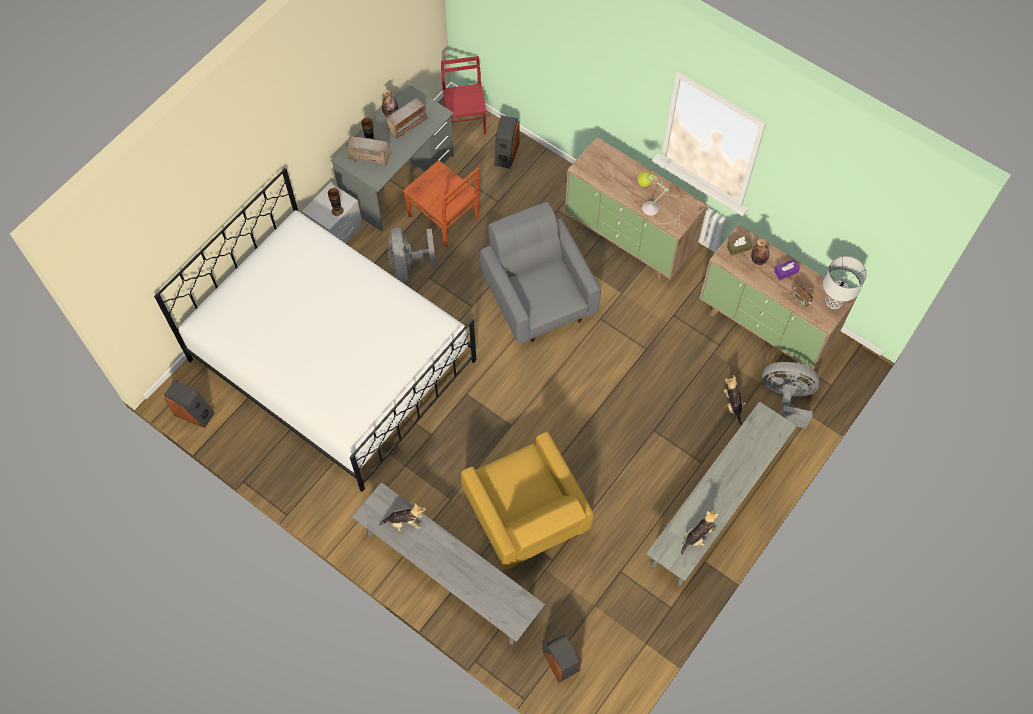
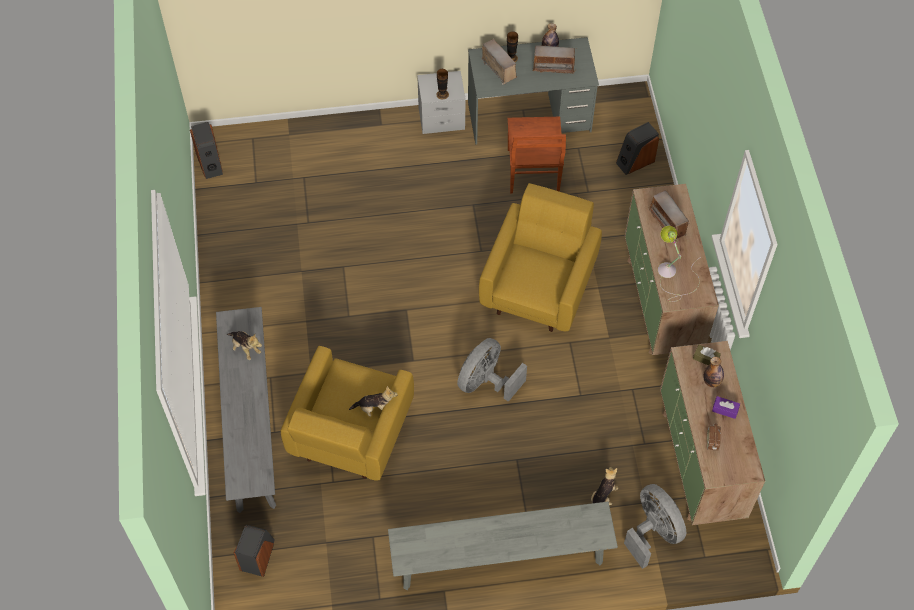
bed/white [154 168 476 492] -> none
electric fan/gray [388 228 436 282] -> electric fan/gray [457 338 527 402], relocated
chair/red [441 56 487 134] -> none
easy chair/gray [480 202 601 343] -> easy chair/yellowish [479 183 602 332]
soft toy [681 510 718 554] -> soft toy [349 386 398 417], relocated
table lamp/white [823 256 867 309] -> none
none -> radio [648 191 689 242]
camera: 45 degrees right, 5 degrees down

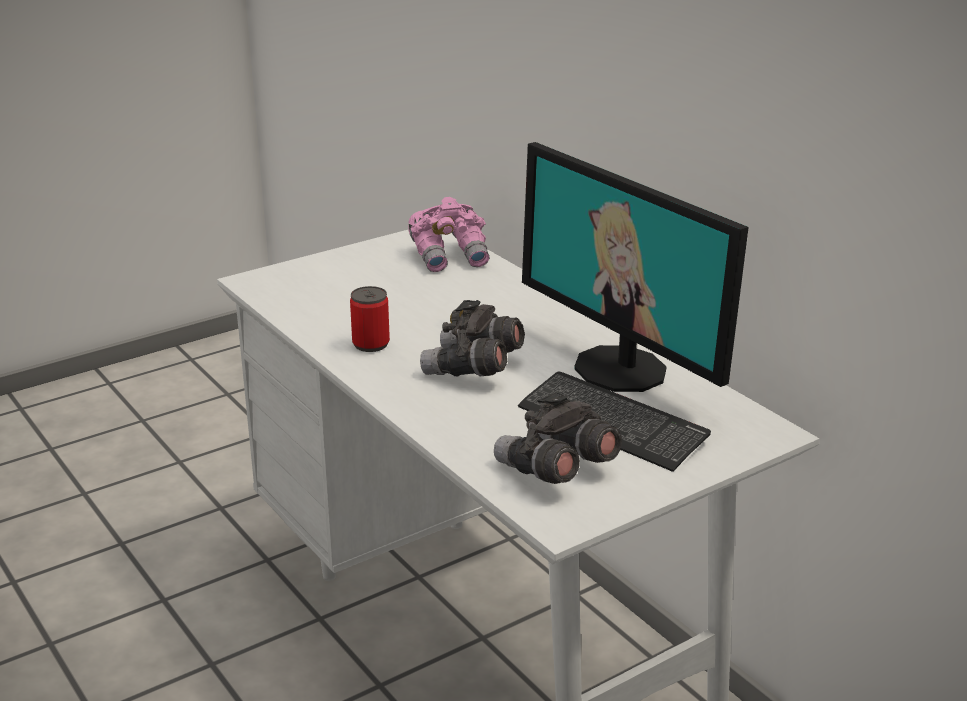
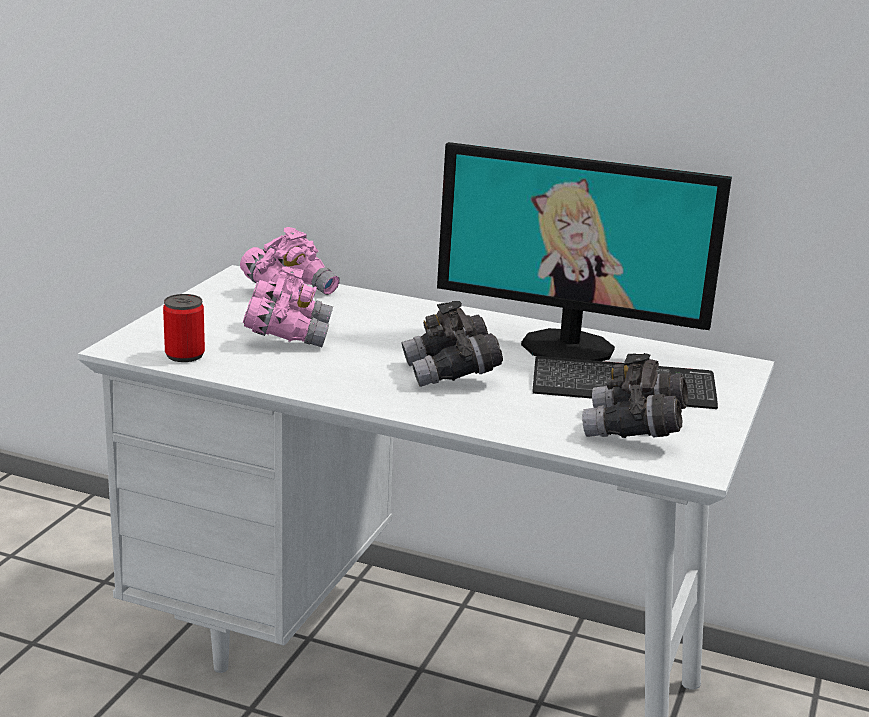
sealed can [350 286 390 352] -> sealed can [163 294 205 362], relocated
none -> binoculars/pinkish [243 267 333 347]
camera: 35 degrees left, 5 degrees down

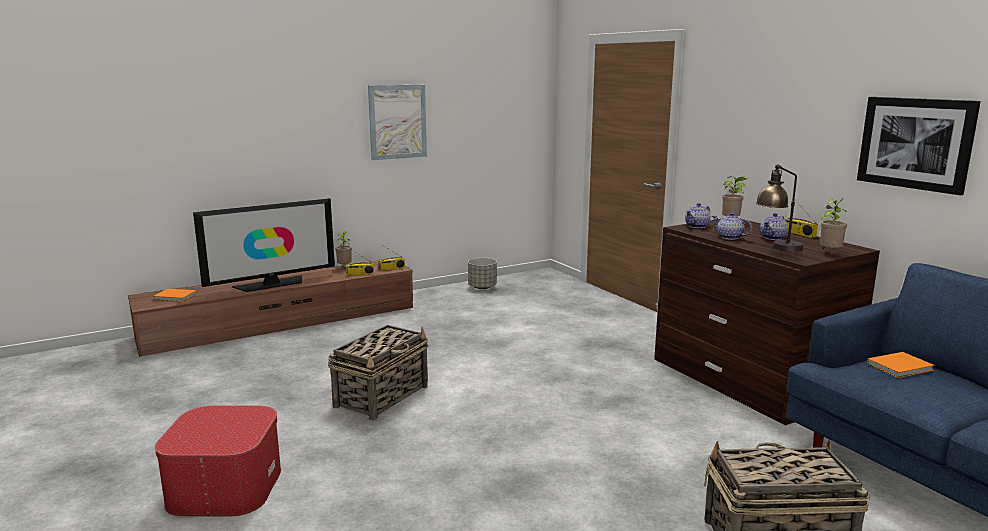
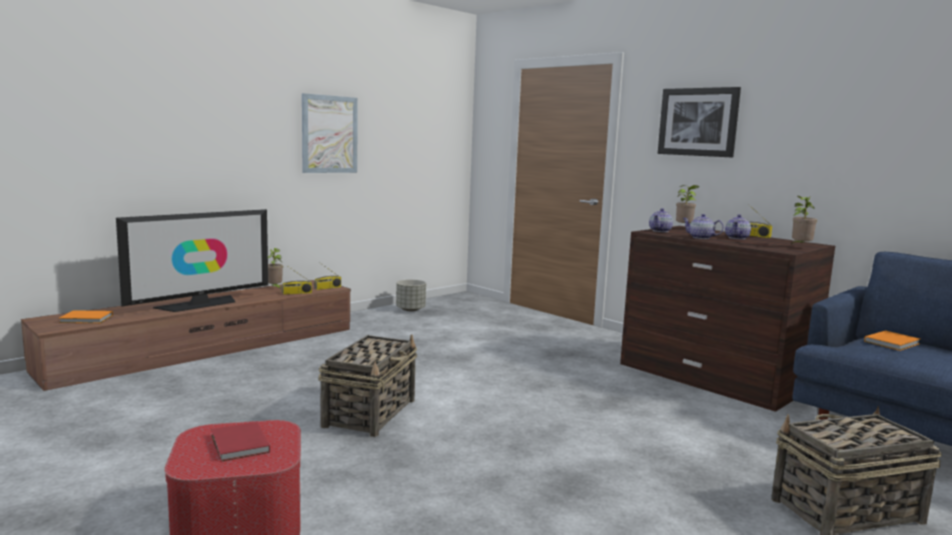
table lamp [755 164 804 251] -> none
wall picture [857 97 981 195] -> wall picture [658 87 741 158], relocated
none -> volume/red [211 422 270 462]
camera: 15 degrees left, 5 degrees down

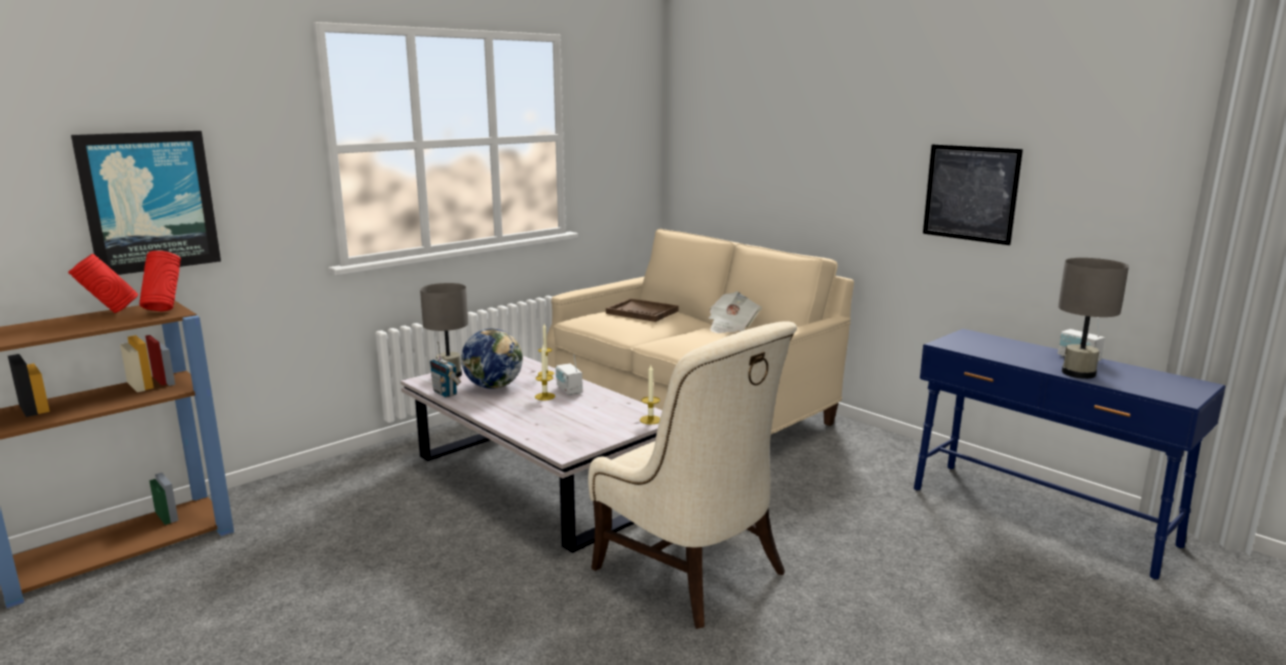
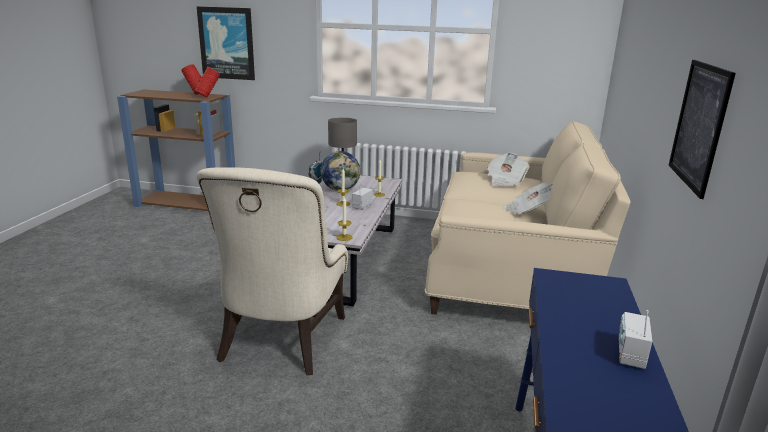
serving tray/brown-coloured [606 298 679 322] -> daily paper [487 153 530 187]
table lamp/gray [1058 258 1129 379] -> none
camera: 55 degrees right, 5 degrees up

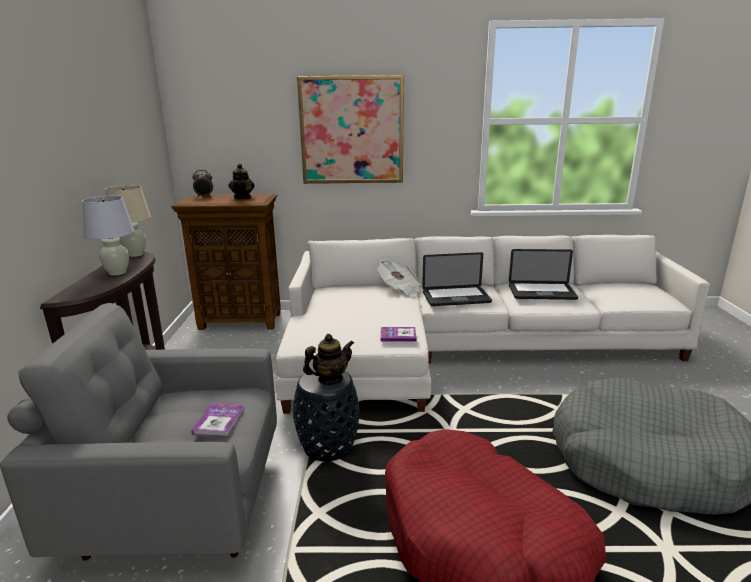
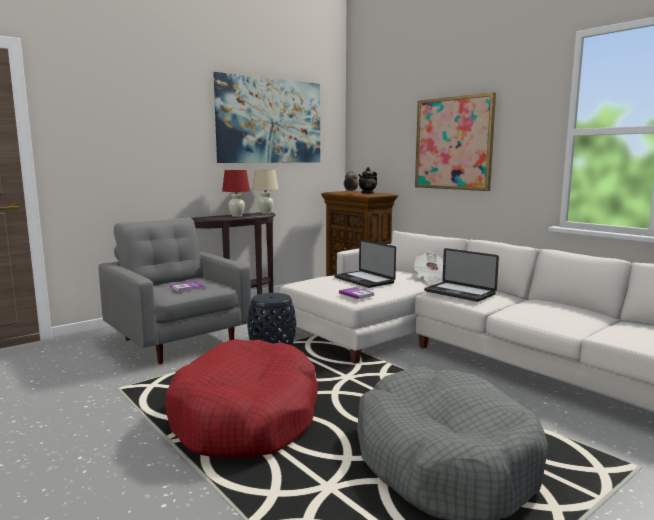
table lamp/white [82 196 135 275] -> table lamp/red [222 170 250 217]
tea pot [303 334 354 385] -> none
notebook computer [509 249 578 300] -> notebook computer [334 239 396 288], relocated
none -> wall picture [213 72 320 163]
camera: 50 degrees right, 10 degrees down

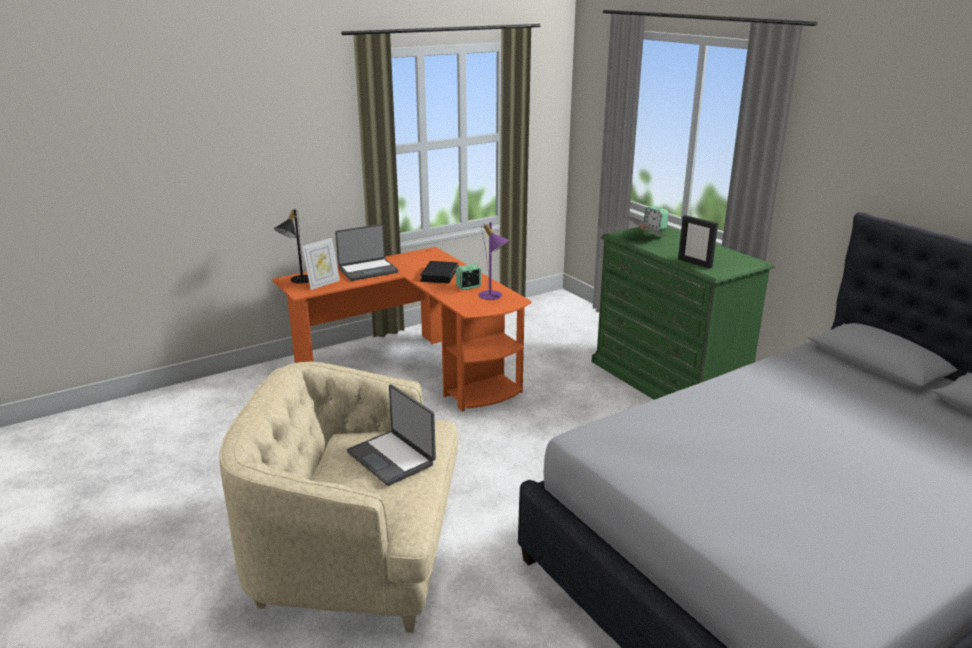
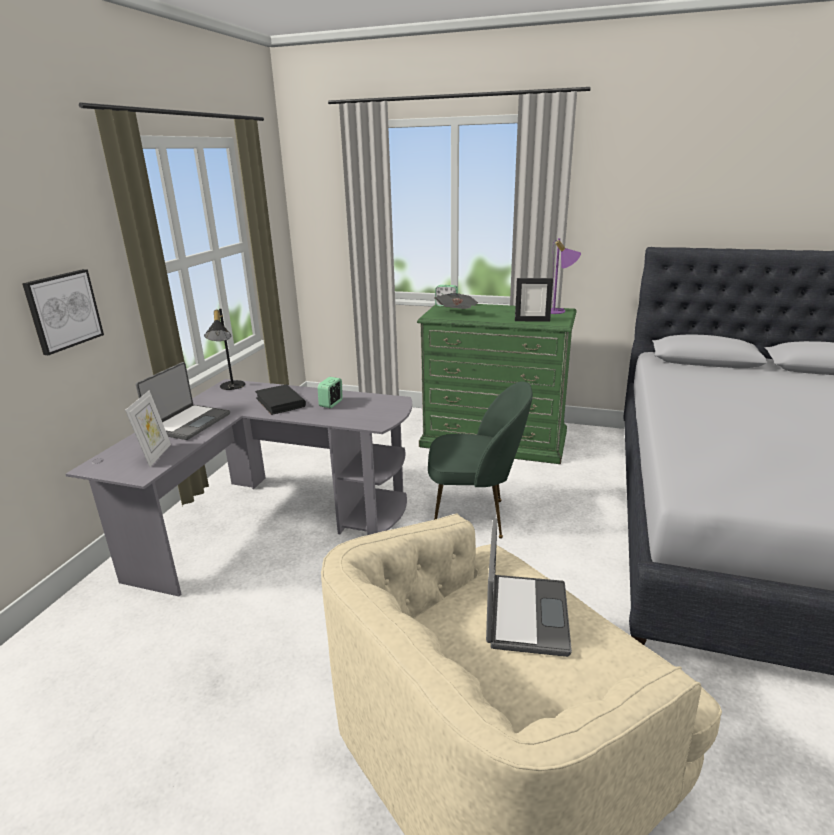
desk unit/orange-coloured [272 247 531 412] -> desk unit/gray [66 379 412 597]
table lamp/blackish [274 209 309 284] -> table lamp/blackish [204 308 245 390], relocated
notebook computer [347 384 436 486] -> notebook computer [486 518 572 657], 90 degrees counterclockwise
table lamp/purplish [478 222 510 300] -> table lamp/purplish [551 238 581 314], relocated
none -> wall picture [22 269 104 355]
none -> chair/greenish [428 382 533 539]
camera: 40 degrees left, 0 degrees up

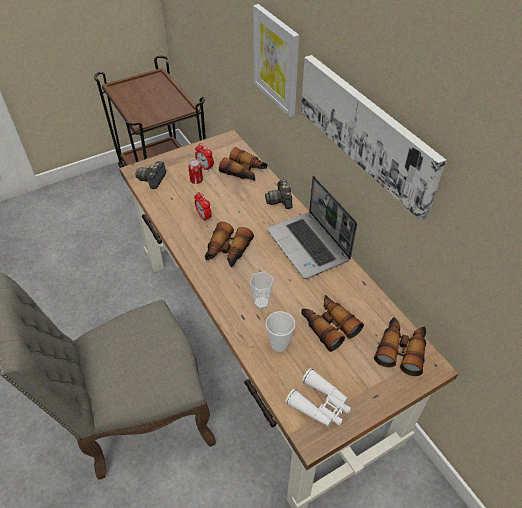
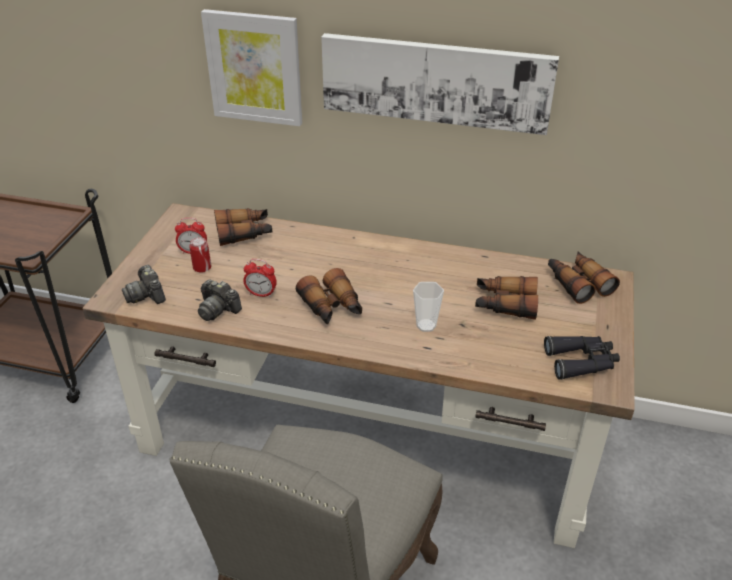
still camera [265 179 292 209] -> still camera [198 279 242 321], relocated
cup [266 311 295 352] -> none
notebook computer [267 175 357 279] -> none
binoculars/white [285 368 351 427] -> binoculars/blackish [544 336 620 380]
camera: 45 degrees left, 10 degrees down

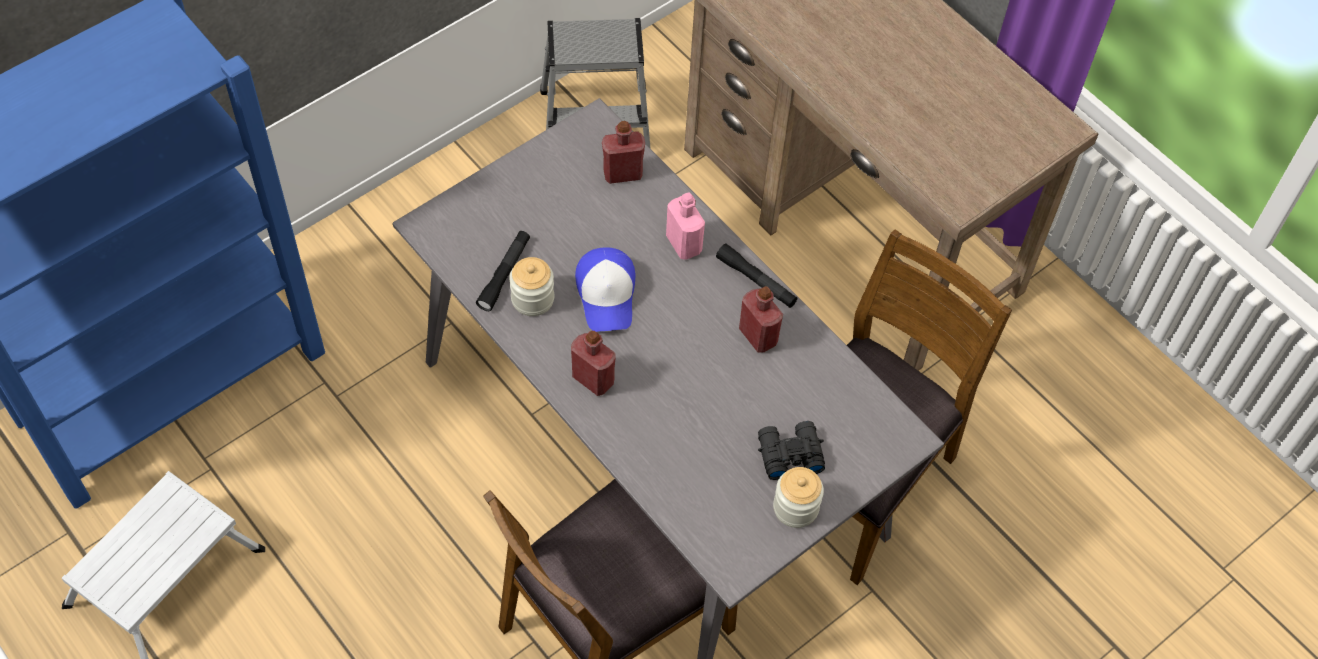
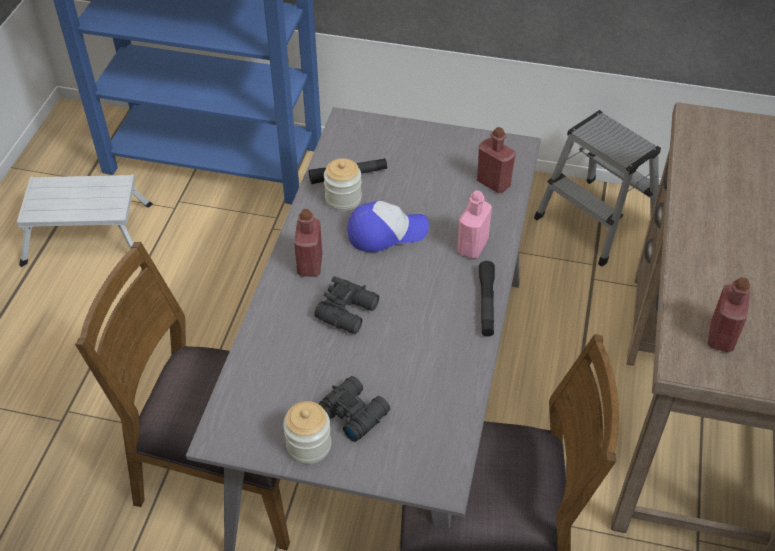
peaked cap [575 247 635 332] -> peaked cap [347 200 429 252], 150 degrees counterclockwise
drink bottle/red [739 286 783 353] -> drink bottle/red [707 277 751 352], relocated
none -> binoculars/blackish [314 276 379 334]
camera: 55 degrees right, 10 degrees down

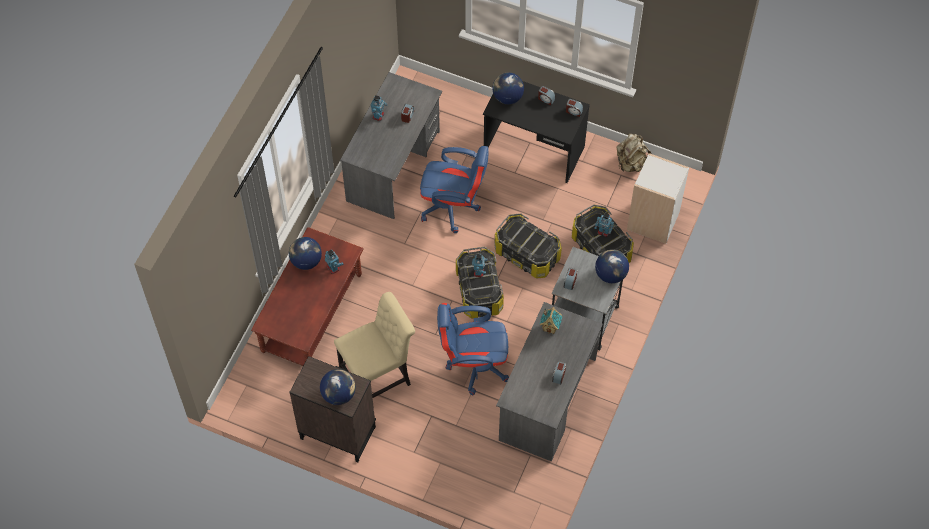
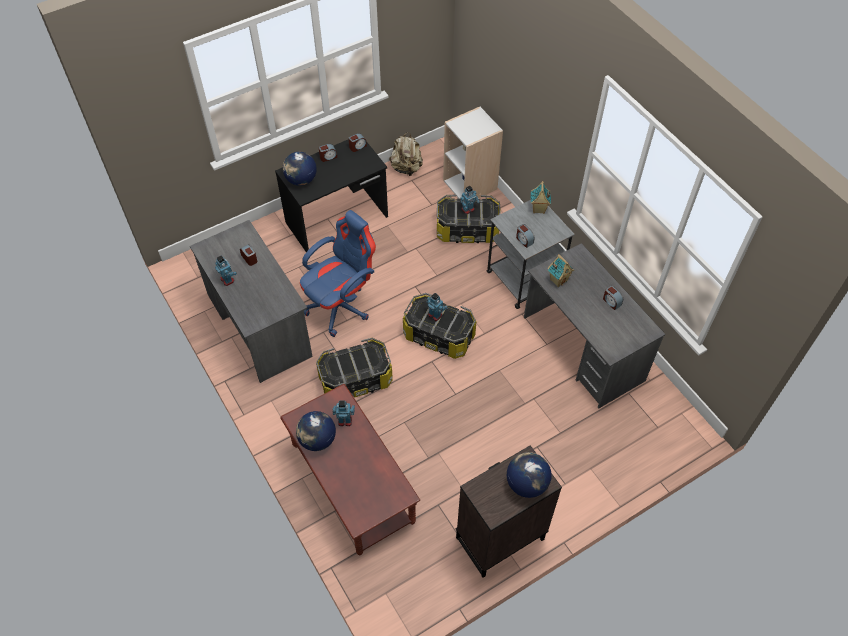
chair/beige-coloured [334 292 415 398] -> none
computer chair/bluish [437 303 509 395] -> none
storage container [494 213 562 279] -> storage container [316 338 393 397], relocated
world globe [595 250 629 283] -> miniature house [530 181 551 214]
camera: 55 degrees left, 5 degrees down

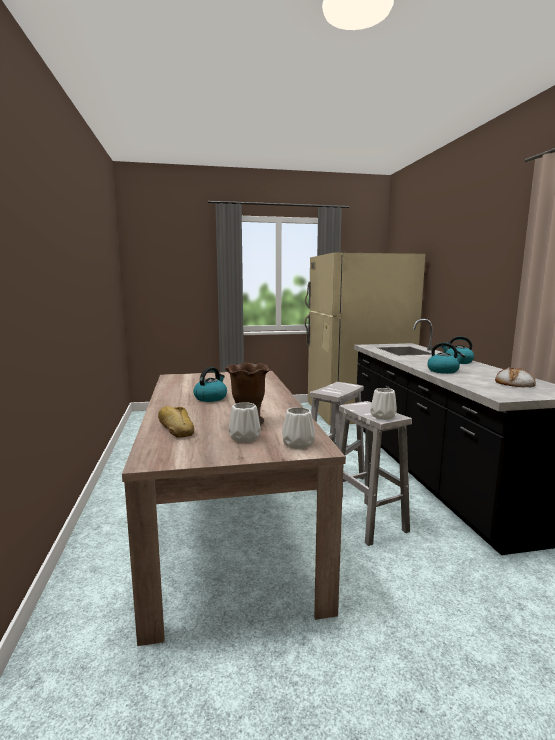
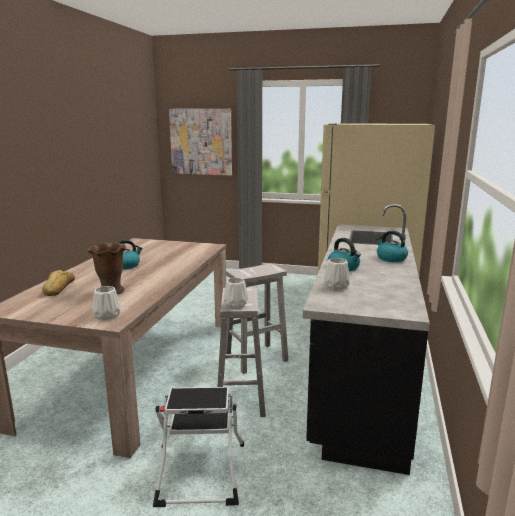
decorative vase/white [228 402 261 443] -> decorative vase/white [324 258 350 290], relocated
baked bread [495 367 536 388] -> none
none -> stepladder [153 387 244 507]
none -> wall picture [169 109 232 176]
camera: 25 degrees right, 5 degrees up

